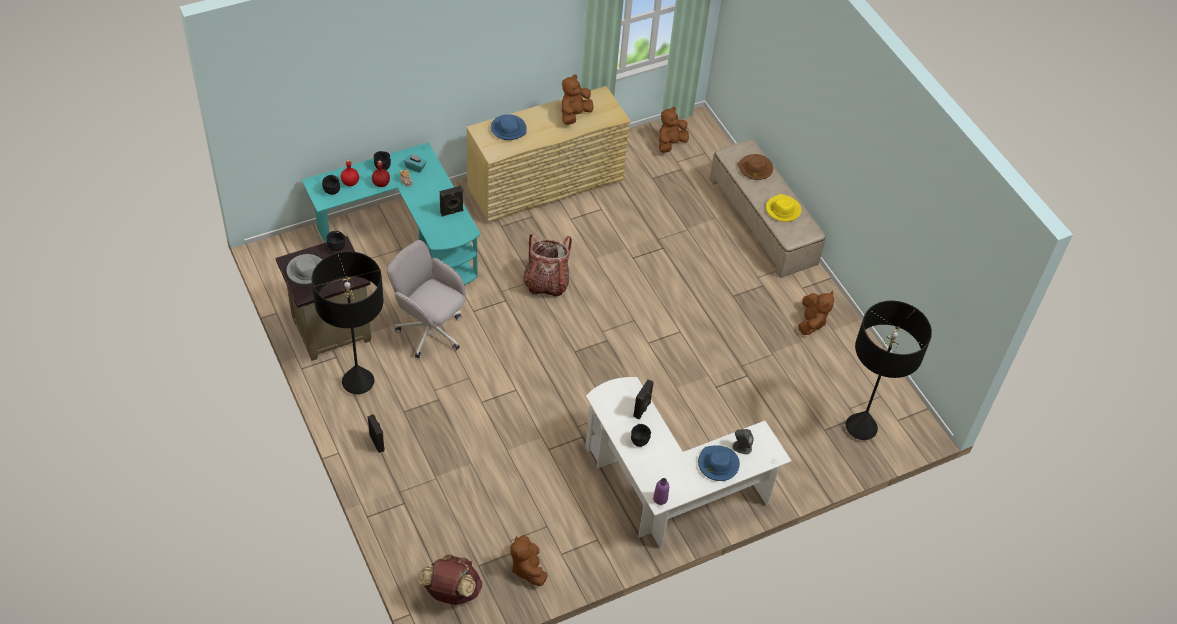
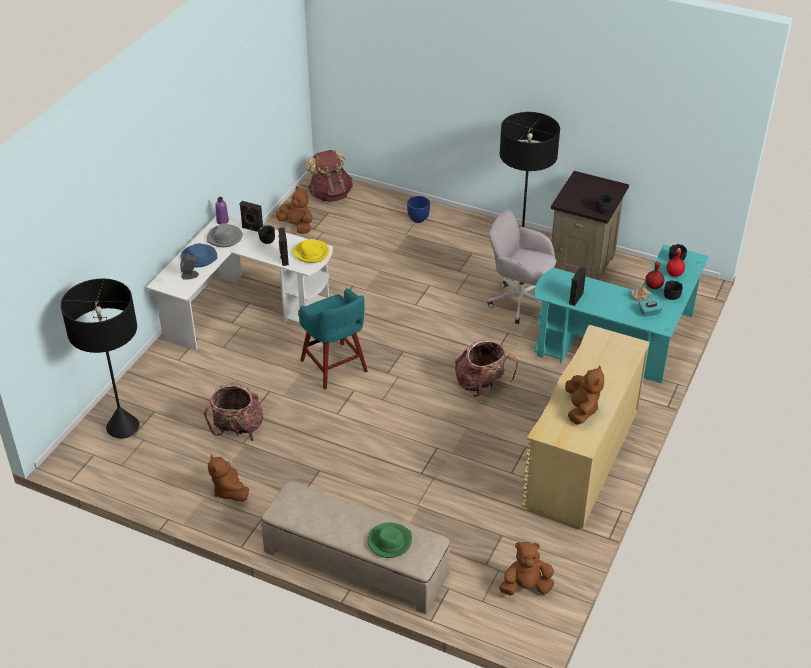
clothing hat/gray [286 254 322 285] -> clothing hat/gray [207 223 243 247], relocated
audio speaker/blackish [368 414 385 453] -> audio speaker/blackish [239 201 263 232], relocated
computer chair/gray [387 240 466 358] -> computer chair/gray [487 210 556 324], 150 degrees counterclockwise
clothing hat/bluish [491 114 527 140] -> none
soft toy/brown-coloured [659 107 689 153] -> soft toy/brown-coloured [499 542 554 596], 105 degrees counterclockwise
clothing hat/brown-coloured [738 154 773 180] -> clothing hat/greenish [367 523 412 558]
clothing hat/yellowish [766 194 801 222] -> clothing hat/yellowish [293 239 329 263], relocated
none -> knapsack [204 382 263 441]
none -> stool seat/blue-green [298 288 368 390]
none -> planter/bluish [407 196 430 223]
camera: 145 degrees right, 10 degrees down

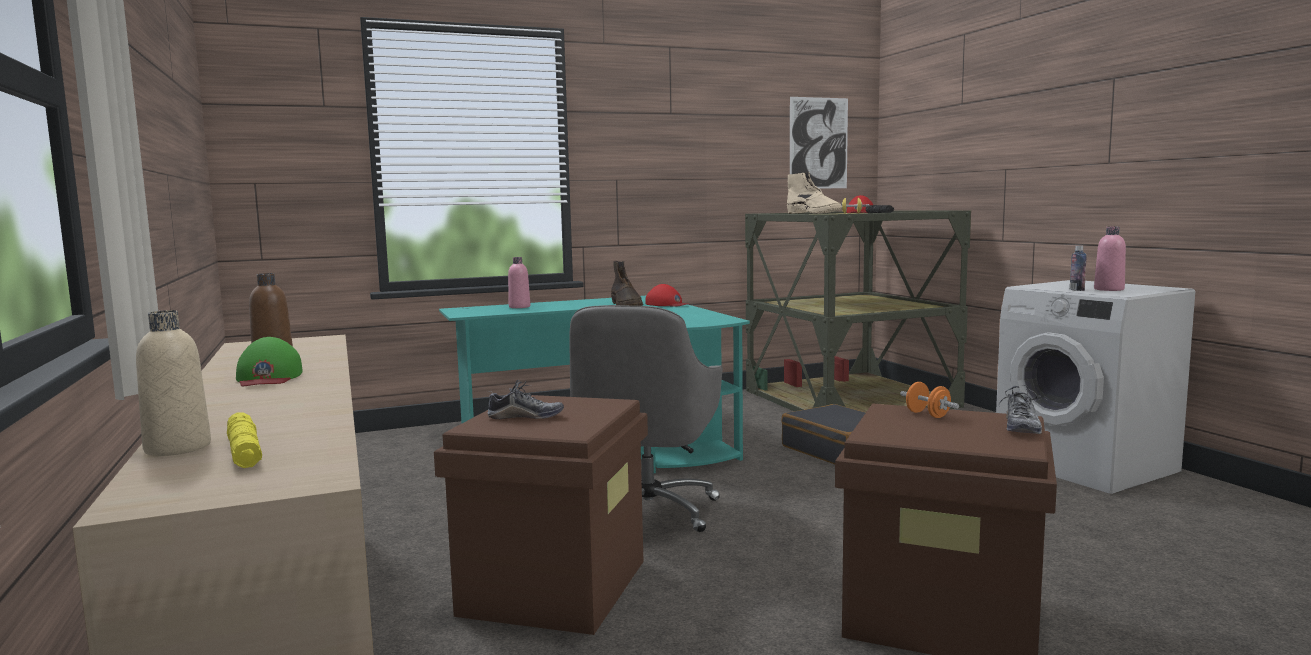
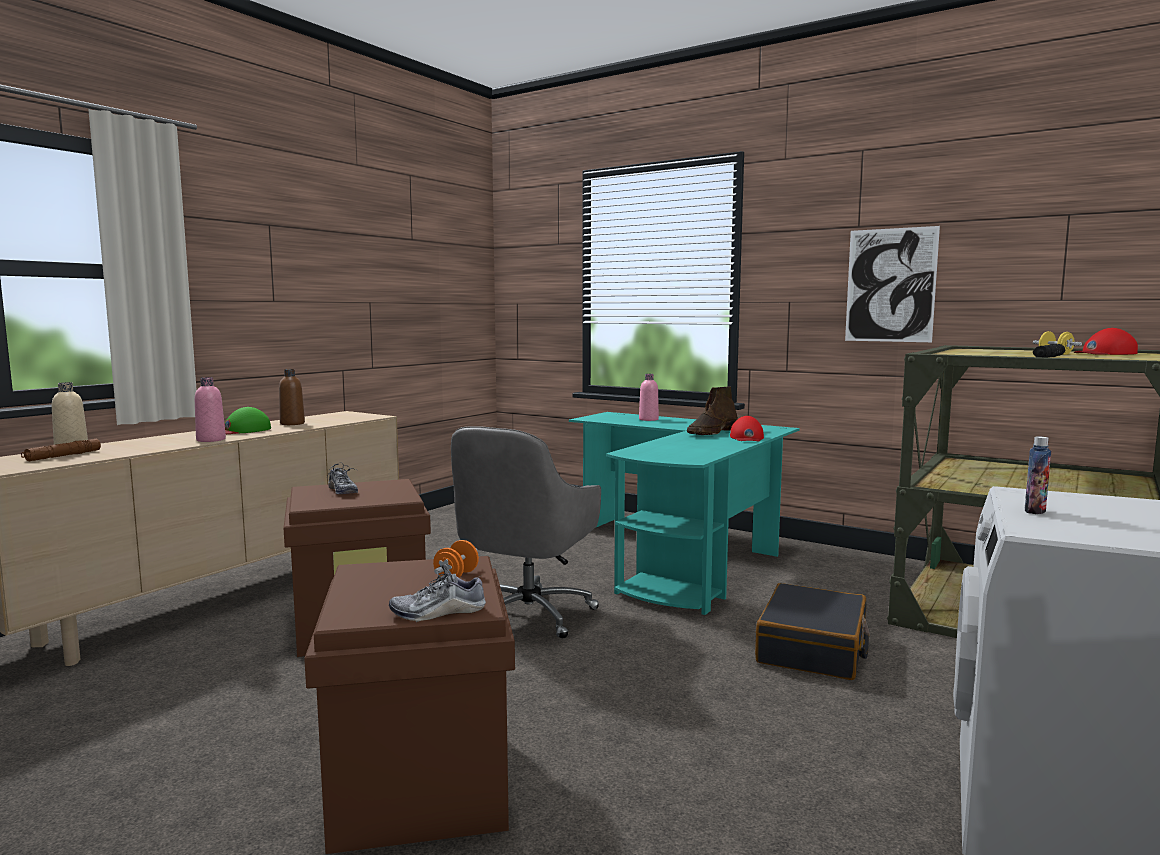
torch/yellowish [227 412 262 468] -> torch/brown-coloured [21 439 101 461]
computer chair/gray [569 305 723 532] -> computer chair/gray [451 427 601 638], 45 degrees counterclockwise
high-top boot/beige-coloured [787 172 842 214] -> none
wall picture [790 97 848 189] -> wall picture [845 226 940 342], relocated
drink bottle/pinkish [1094 227 1126 291] -> drink bottle/pinkish [195 377 226 442], relocated
camera: 55 degrees right, 0 degrees up

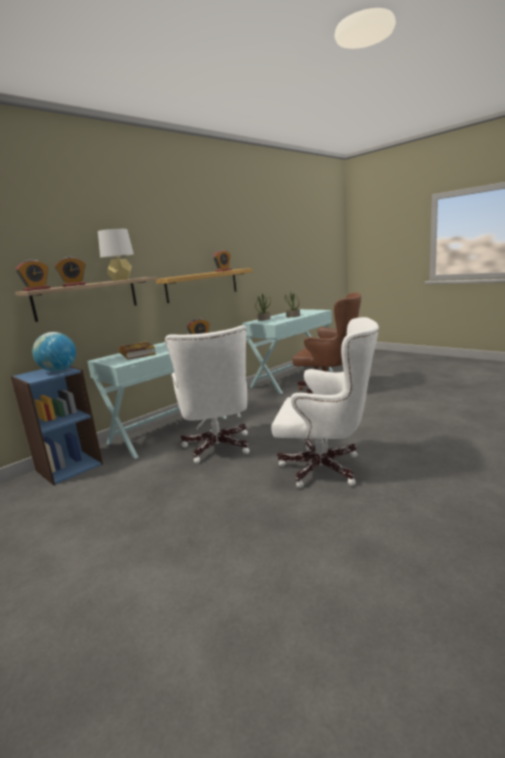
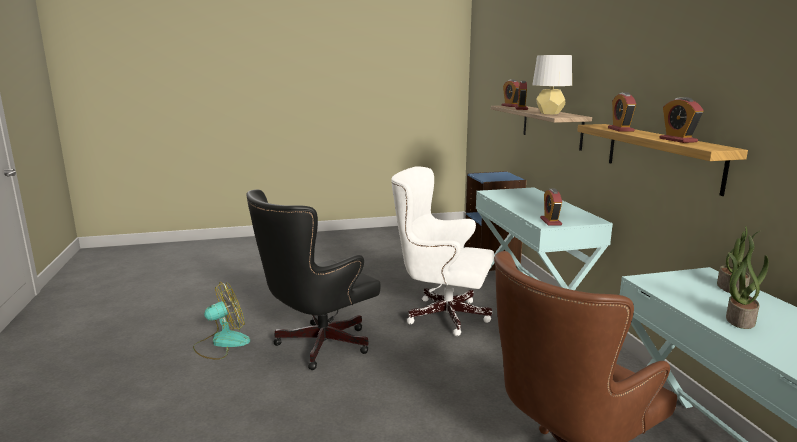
world globe [32 332 76 372] -> none
volume [118 341 156 360] -> none
computer chair/white [271 317 379 488] -> computer chair/blackish [246 190 380 370]
none -> electric fan [193 282 250 360]
none -> table clock [608 92 636 132]
camera: 120 degrees right, 0 degrees up

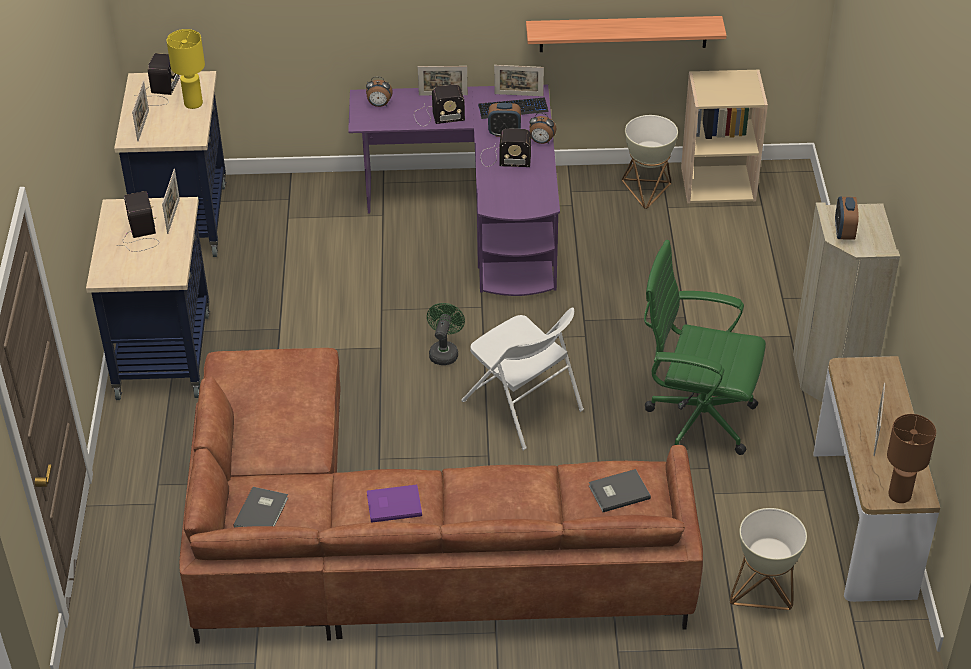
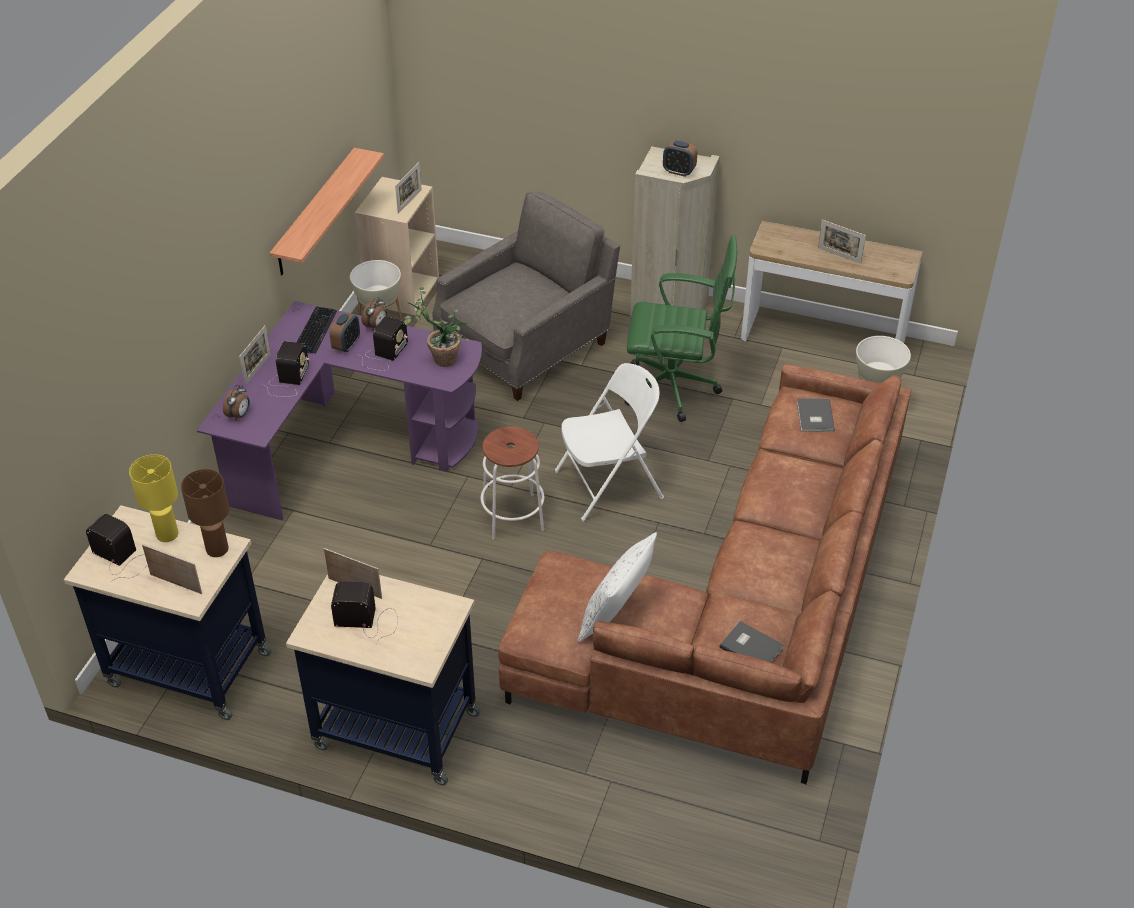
volume/purplish [367 485 422 522] -> none
electric fan/greenish [427 303 465 365] -> stool seat/white [481 427 544 539]
picture frame [494 65 544 96] -> picture frame [395 162 422 214], relocated
computer chair/greenish [644 240 766 455] -> computer chair/greenish [624 235 737 422], 120 degrees counterclockwise
table lamp/brown-coloured [887 414 936 503] -> table lamp/brown-coloured [181 469 229 557], relocated
none -> potted plant [404 287 470 367]
none -> easy chair/gray [432 192 620 401]
none -> pillow/white [578 532 657 642]
camera: 70 degrees left, 0 degrees up

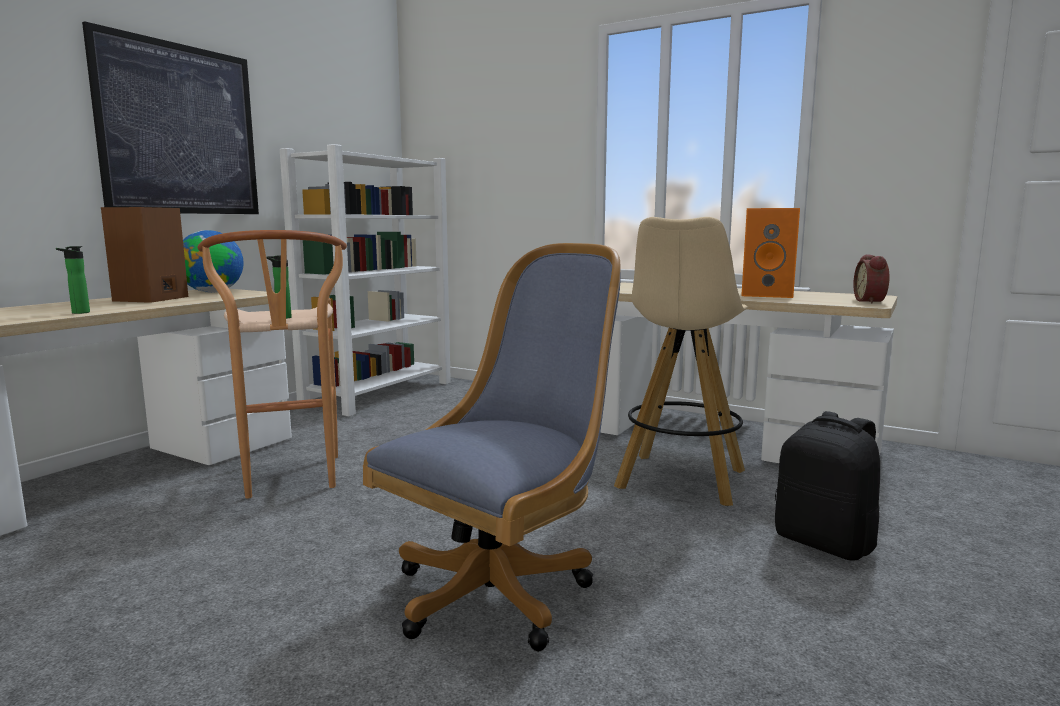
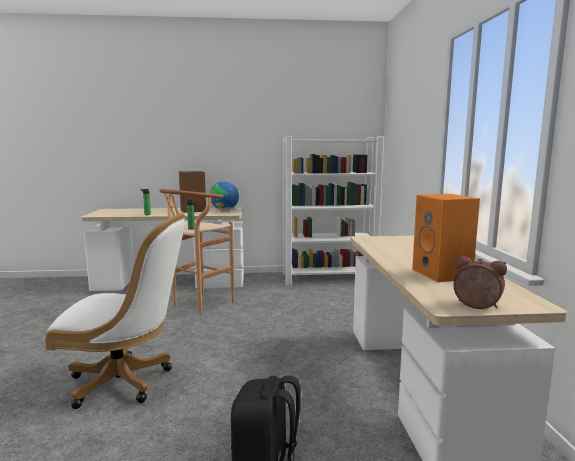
wall picture [82 21 259 214] -> none
computer chair/bluish [363 243 621 652] -> computer chair/white [45 213 185 409]
stool seat/beige-coloured [614 217 748 506] -> none
table clock [853 254 889 304] -> table clock [453 256 507 309], 60 degrees clockwise
camera: 55 degrees right, 0 degrees up

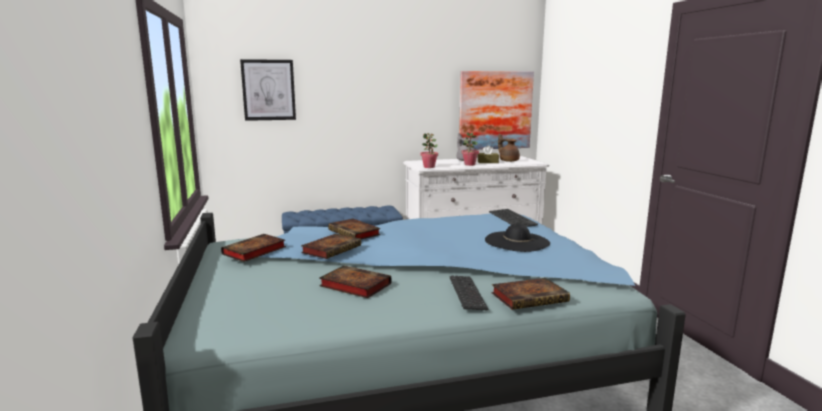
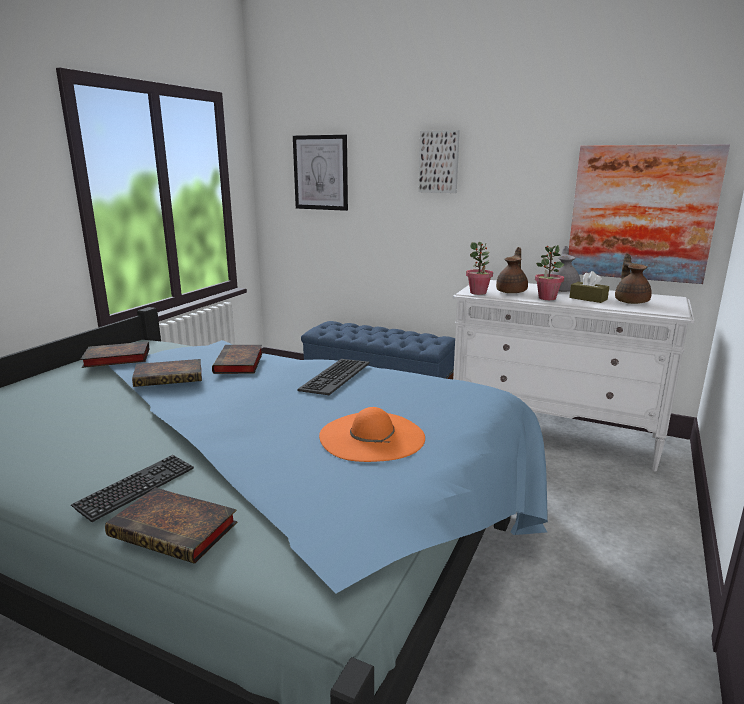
volume [319 265 392 298] -> none
clothing hat/blackish [485 223 550 252] -> clothing hat/orange-coloured [319 407 425 462]
computer keyboard [489 209 538 227] -> computer keyboard [297 359 370 395], relocated
none -> wall picture [419 130 460 193]
none -> tea pot/brown-coloured [496 247 528 293]
camera: 40 degrees right, 5 degrees up

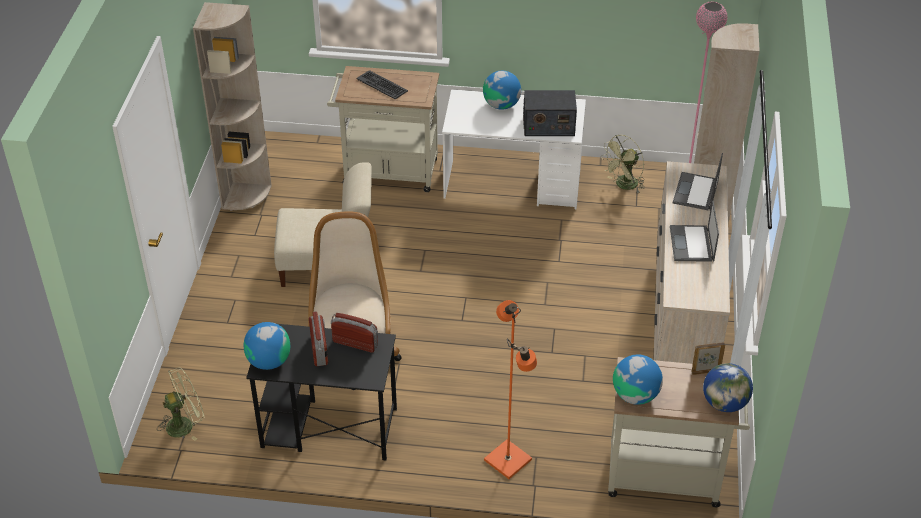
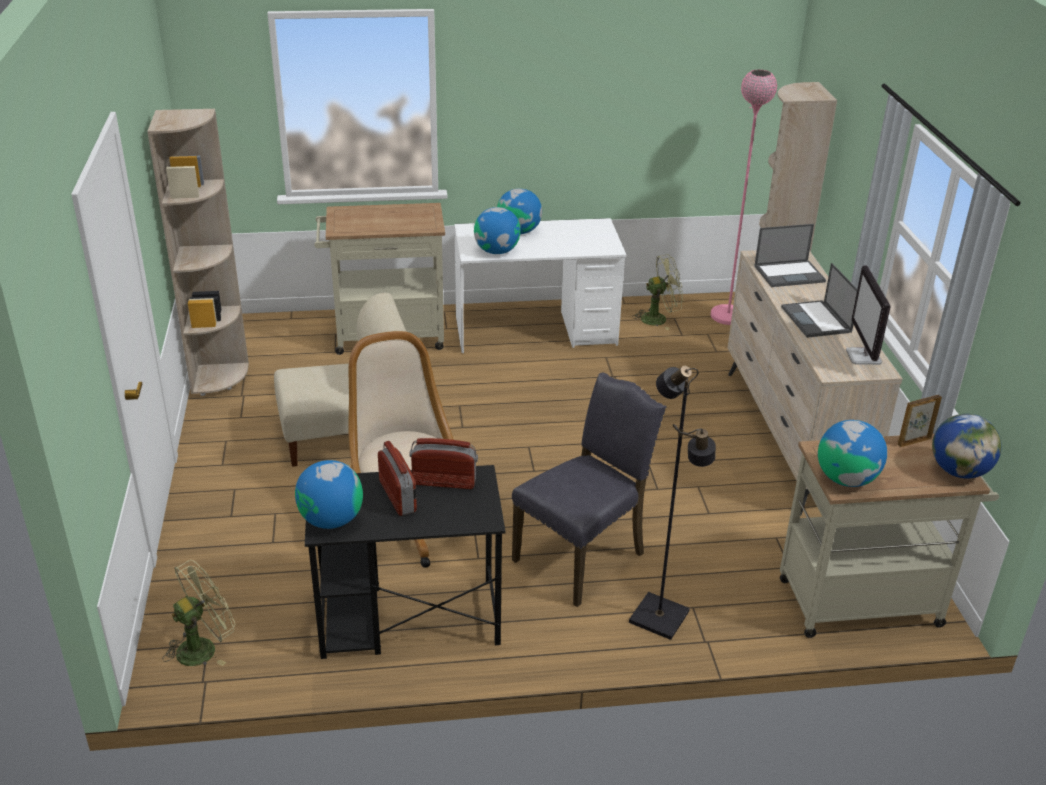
computer keyboard [356 70 408 99] -> none
standard lamp/orange-coloured [484 300 537 479] -> standard lamp/blackish [629 366 716 640]
radio [523 90 577 136] -> none
electric fan/greenish [601 135 645 194] -> electric fan/greenish [632 254 683 330], 135 degrees counterclockwise
notebook computer [673 153 723 211] -> notebook computer [754 224 826 287], 105 degrees counterclockwise
none -> world globe [474 207 521 254]
none -> chair/gray [512 373 667 607]
none -> computer display [846 265 890 365]
camera: 15 degrees left, 10 degrees down

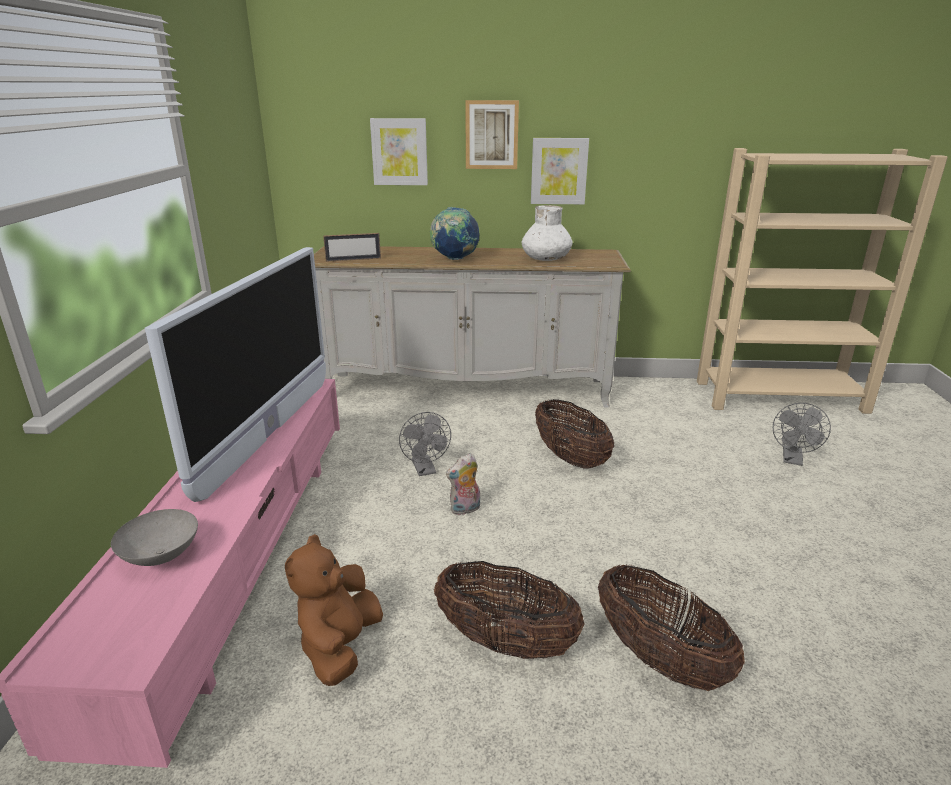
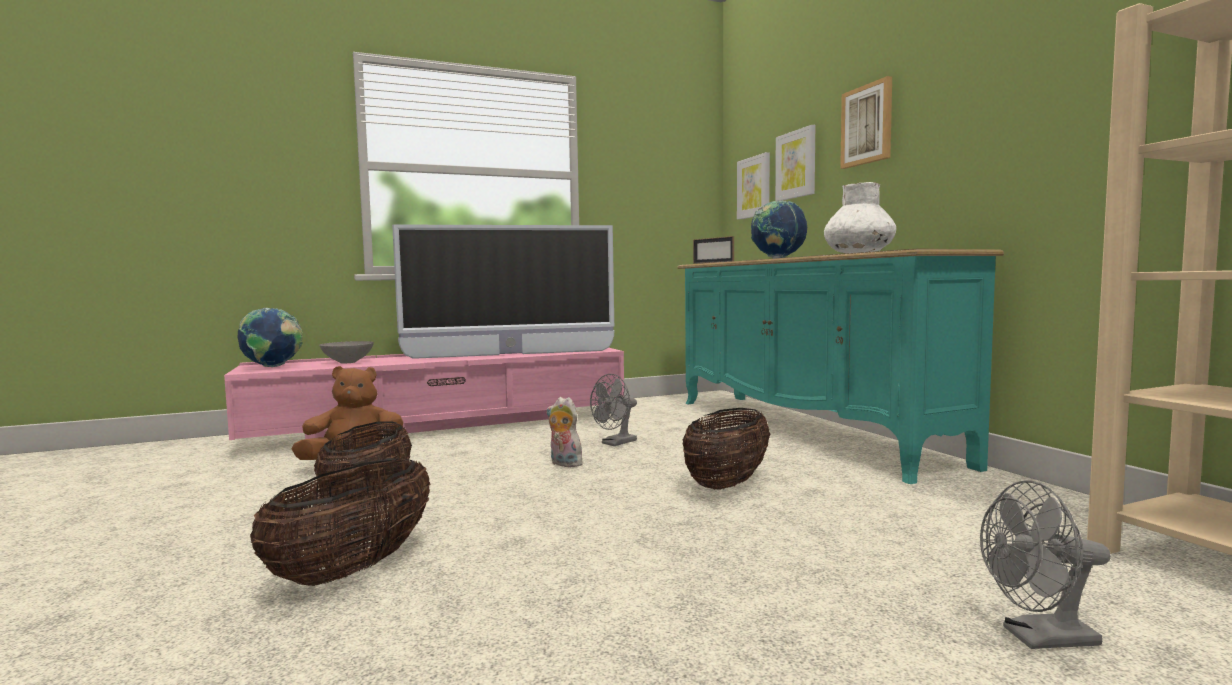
storage cabinet/gray [314 246 631 408] -> storage cabinet/blue-green [677 249 1004 484]
wall picture [531 138 589 204] -> wall picture [737 152 770 220], relocated
none -> world globe [238 308 303 367]
camera: 65 degrees right, 20 degrees down

